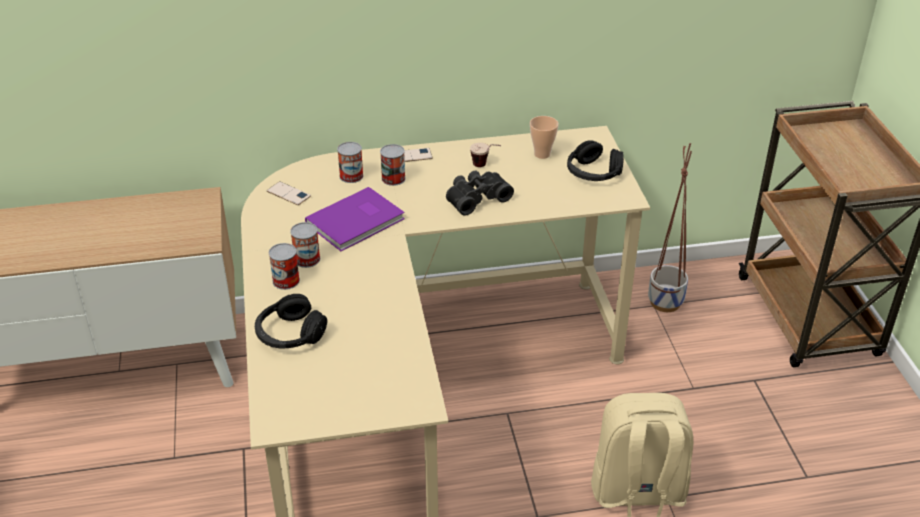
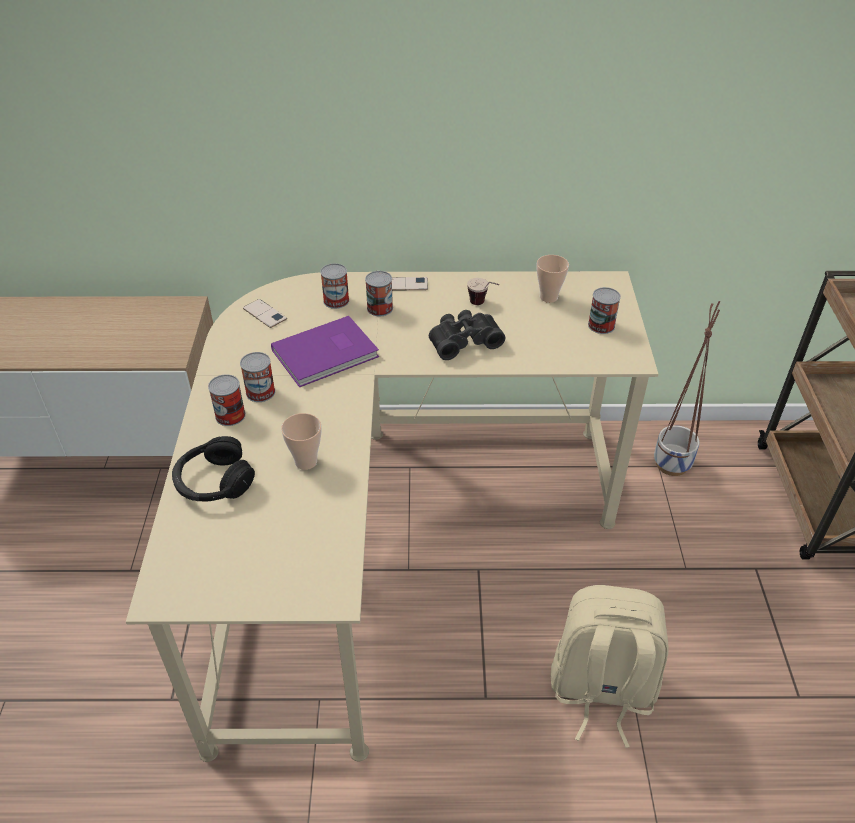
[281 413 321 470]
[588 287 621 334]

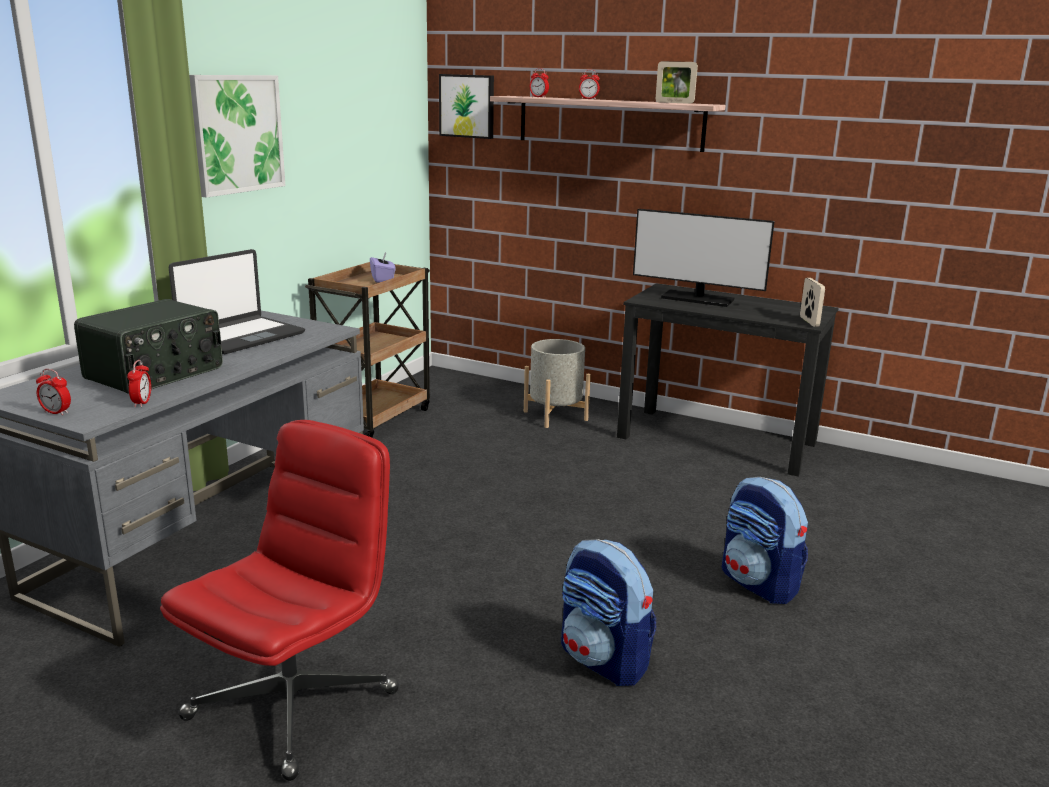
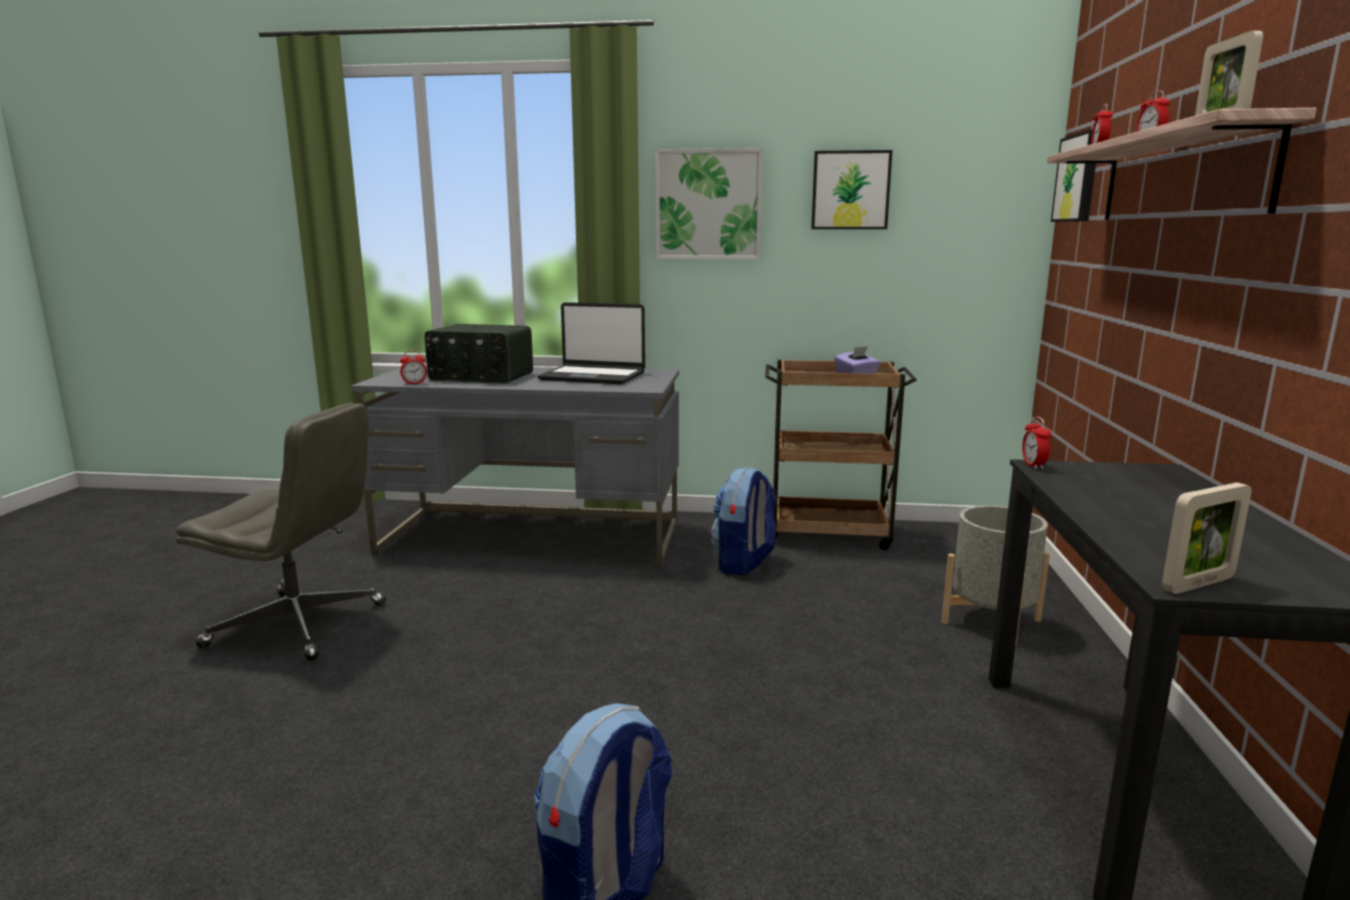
[633 209 775 307] (first image)
[811 150 892 229]
[1022 417 1051 469]
[711 466 776 575]
[176 403 386 660]

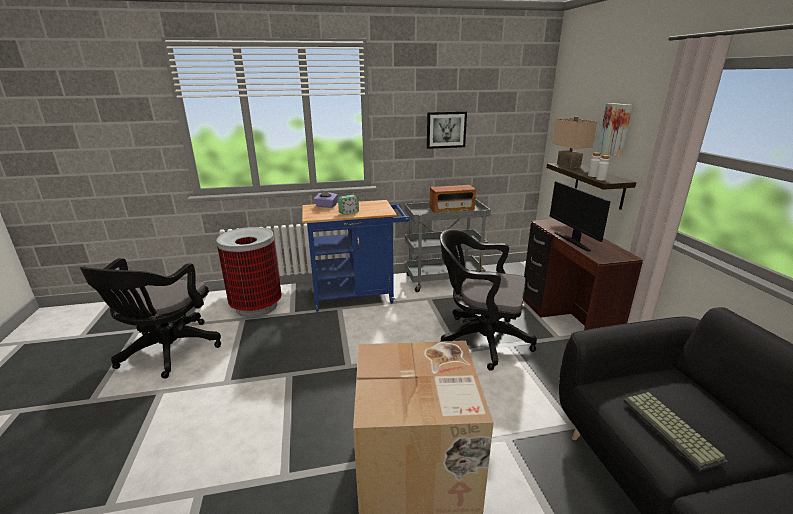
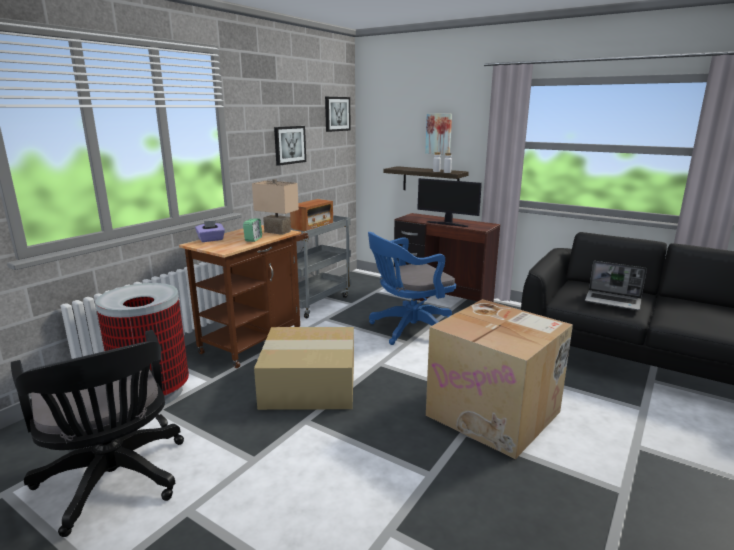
[254 327 354 410]
[325 97 351 132]
[252 179 299 235]
[585 261 647 310]
[179 225 309 368]
[368 232 456 345]

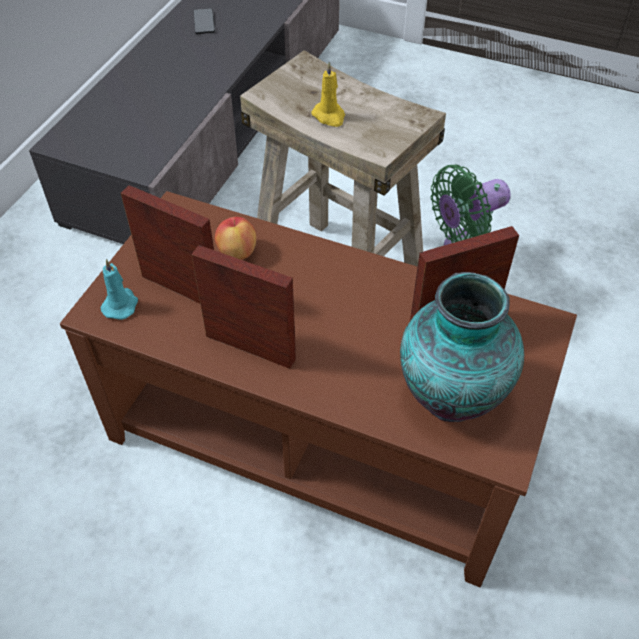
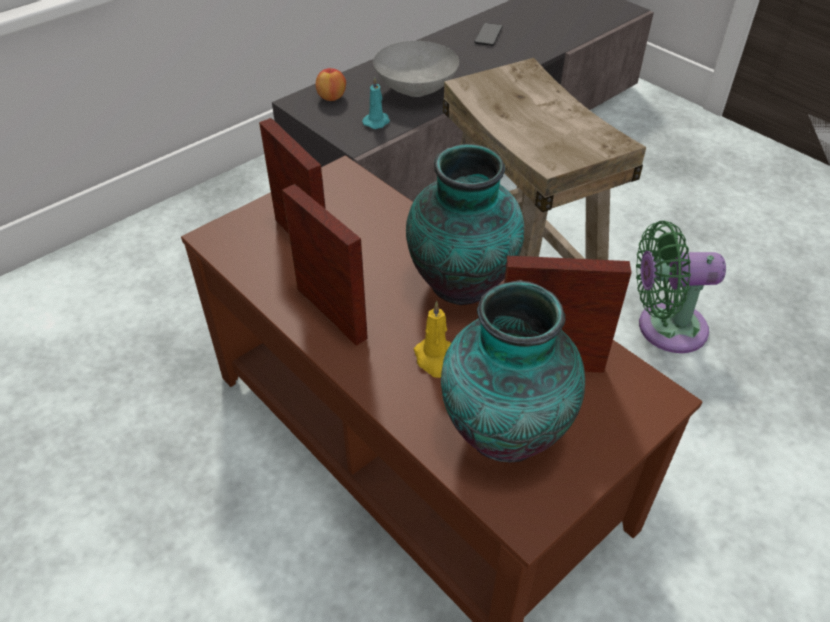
[373 41 459 97]
[406 144 524 305]
[362 77 390 129]
[316 68 346 101]
[414 301 451 378]

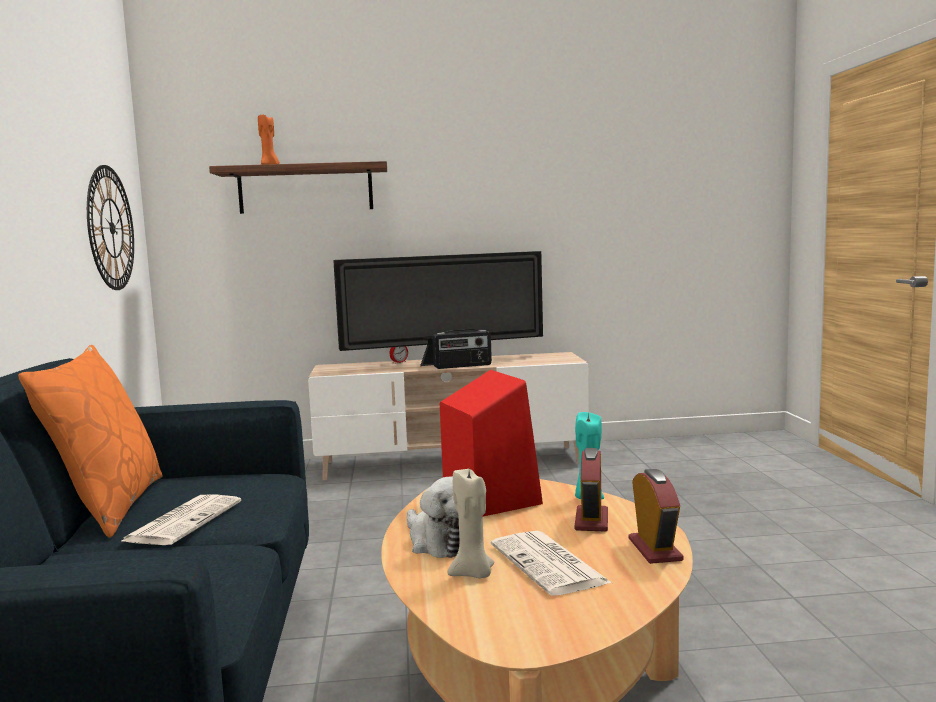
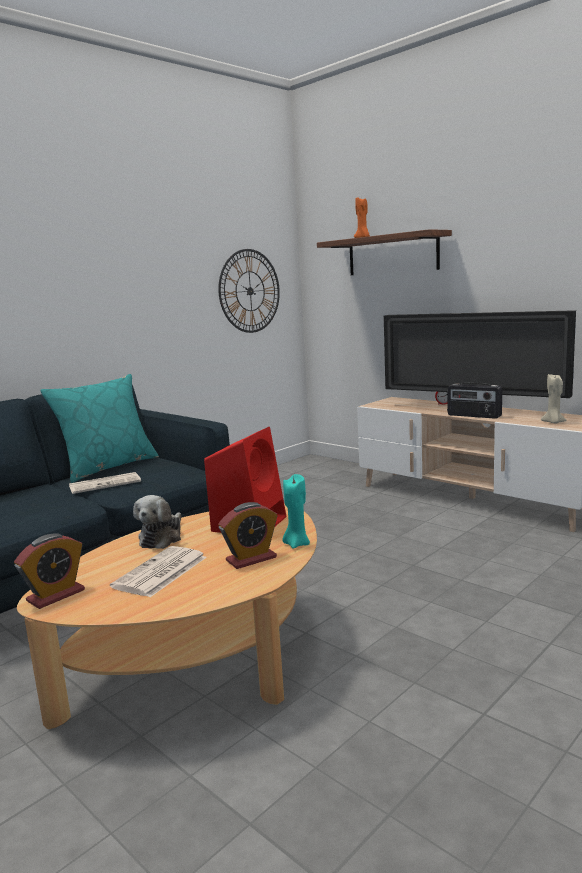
[541 373 566 424]
[14 533 85 609]
[40 374 159 483]

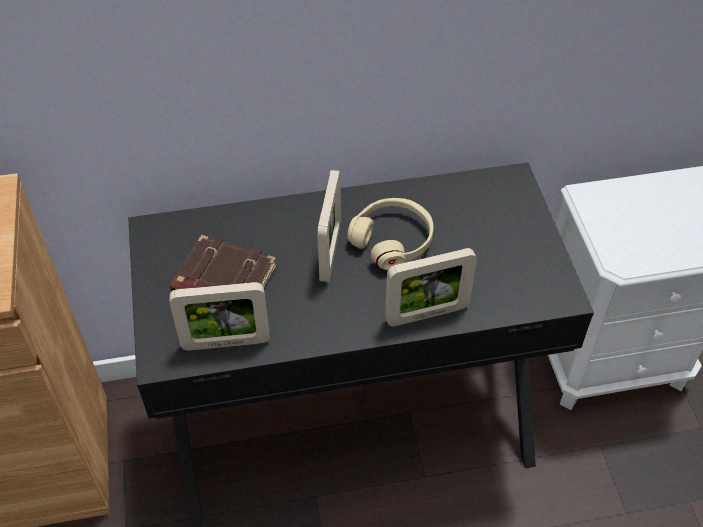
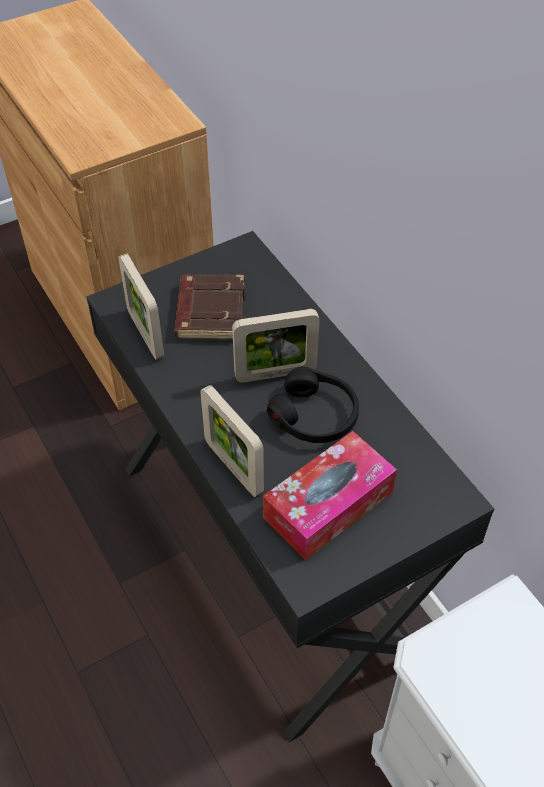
[263 431 397 561]
[267 367 359 443]

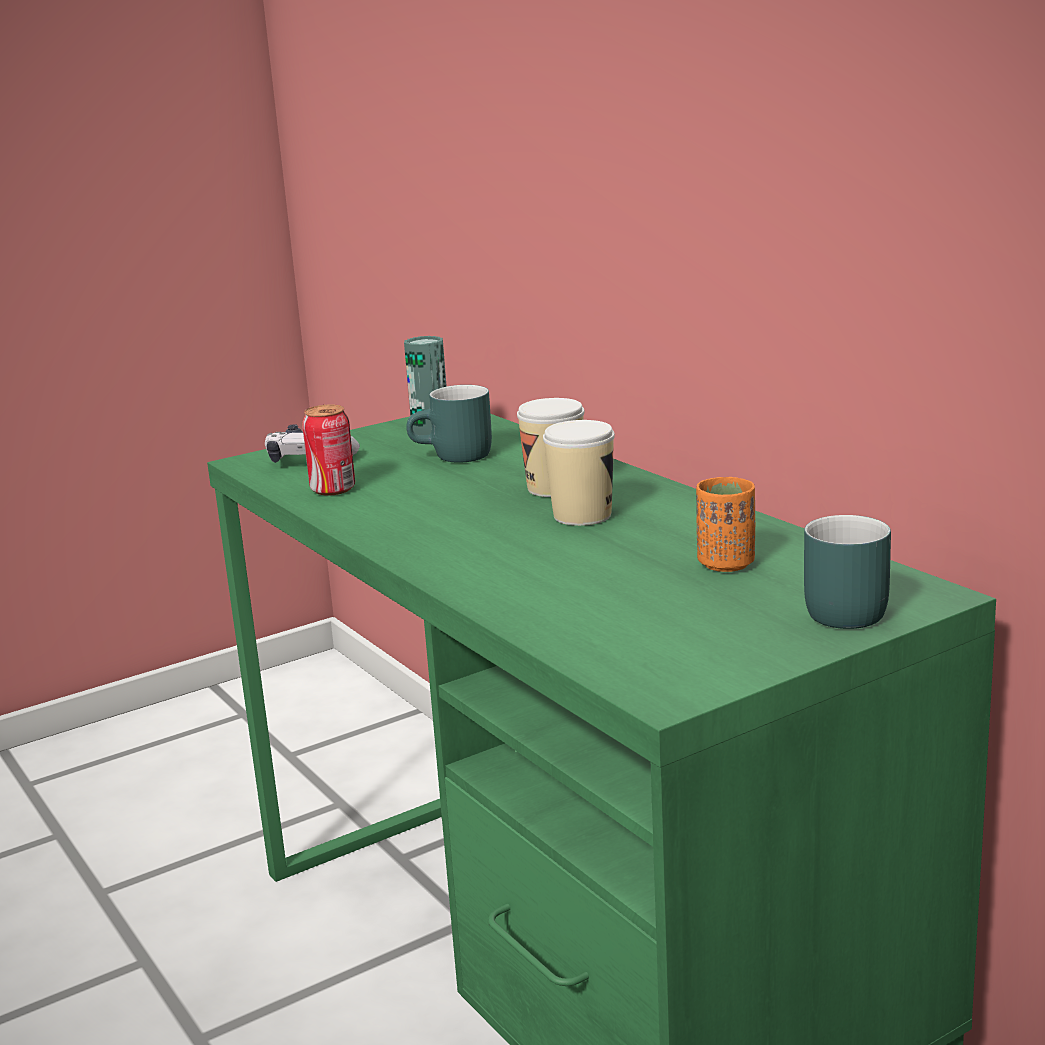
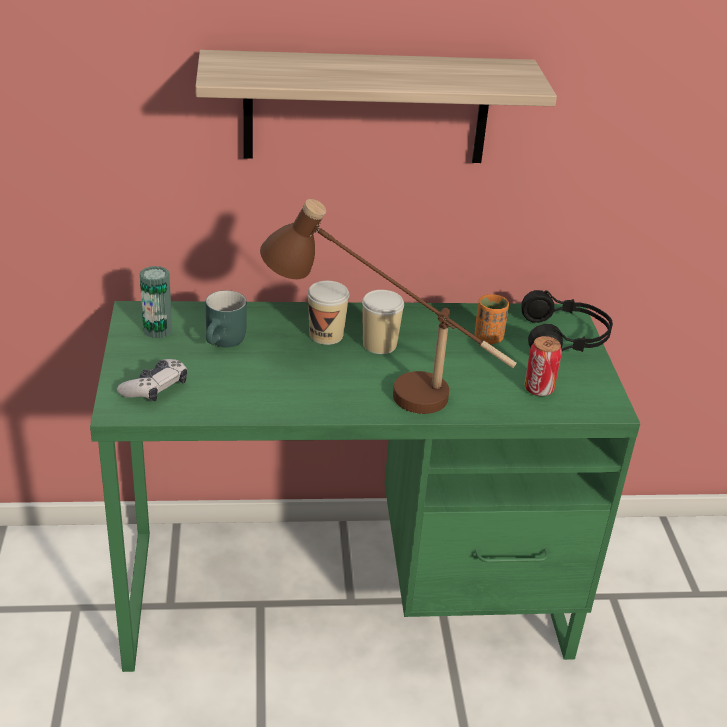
[195 50 557 163]
[260 199 517 414]
[524 336 562 396]
[521 290 613 352]

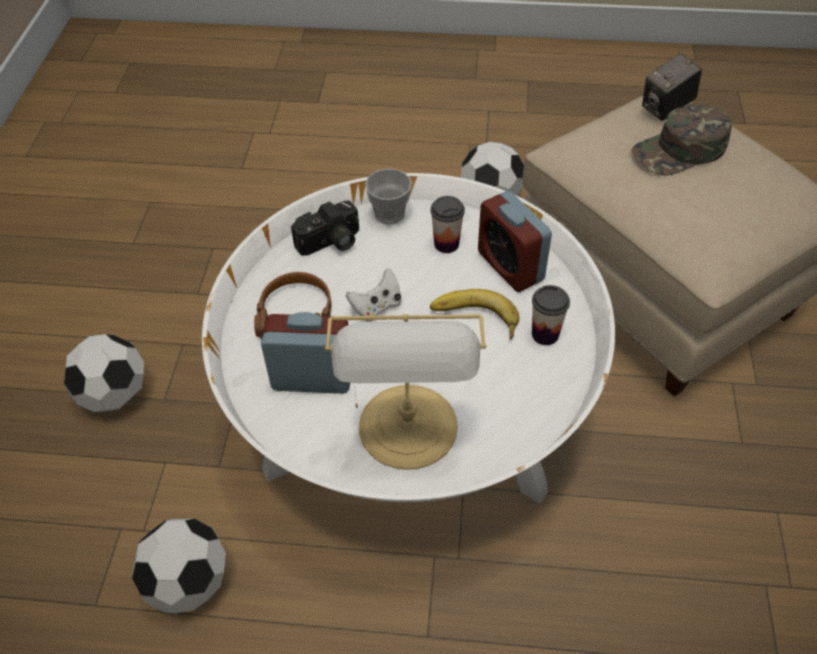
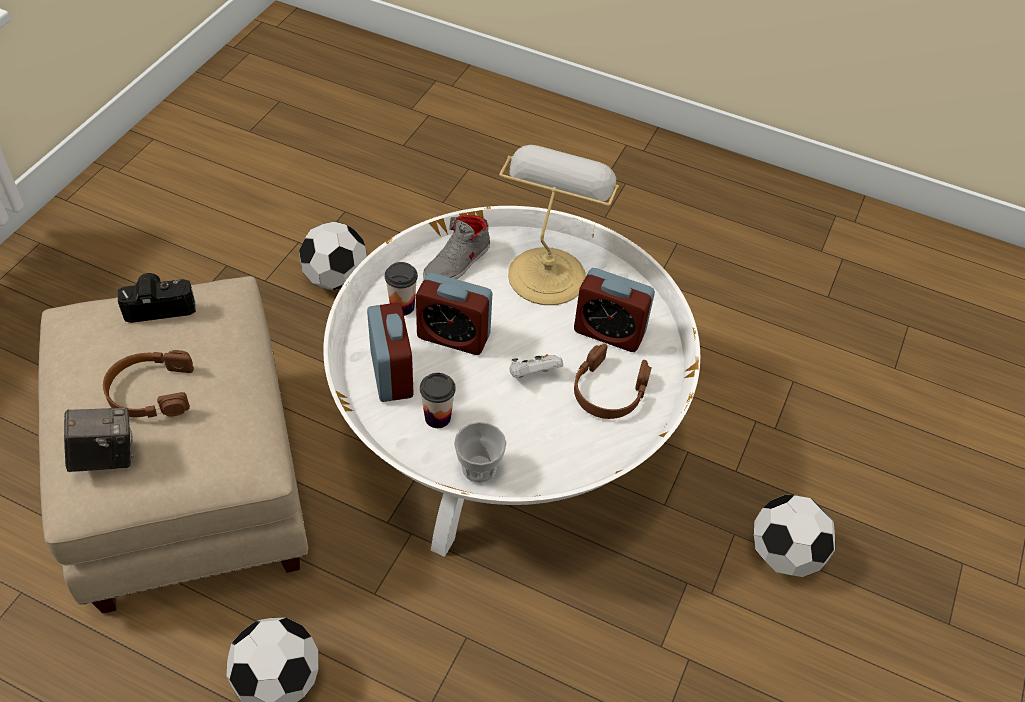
[423 215 490 279]
[299 221 367 290]
[118 273 196 323]
[416 273 492 355]
[103 350 194 418]

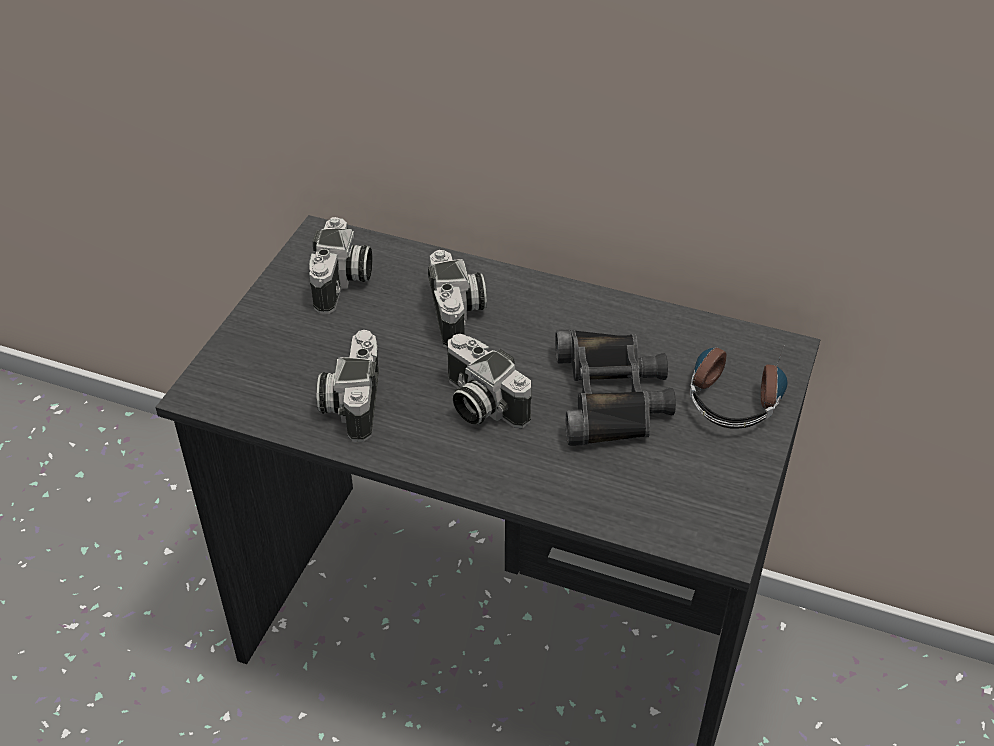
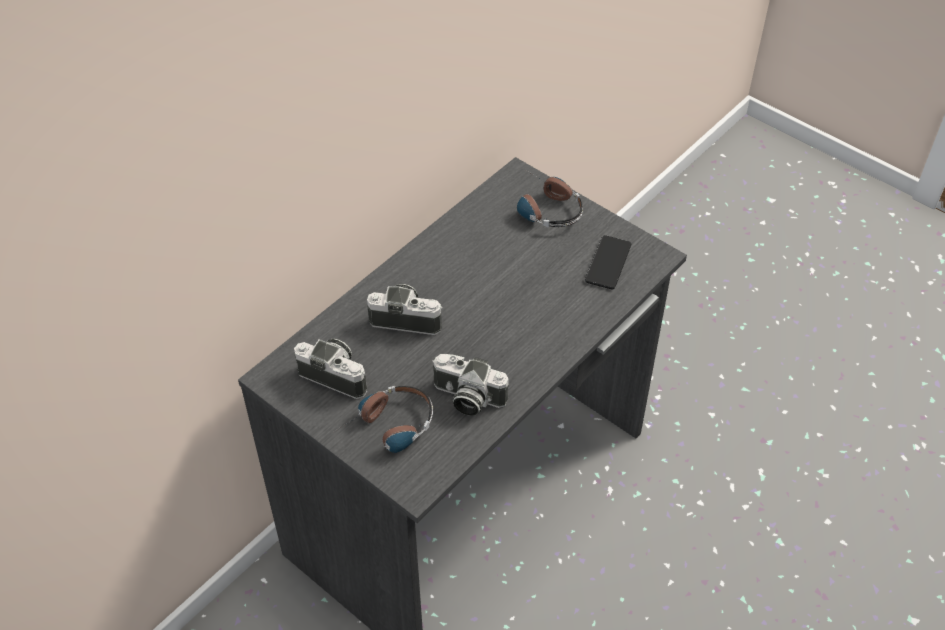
[447 334 532 428] (first image)
[555 329 676 446] (first image)
[332 386 433 453]
[585 235 631 289]

